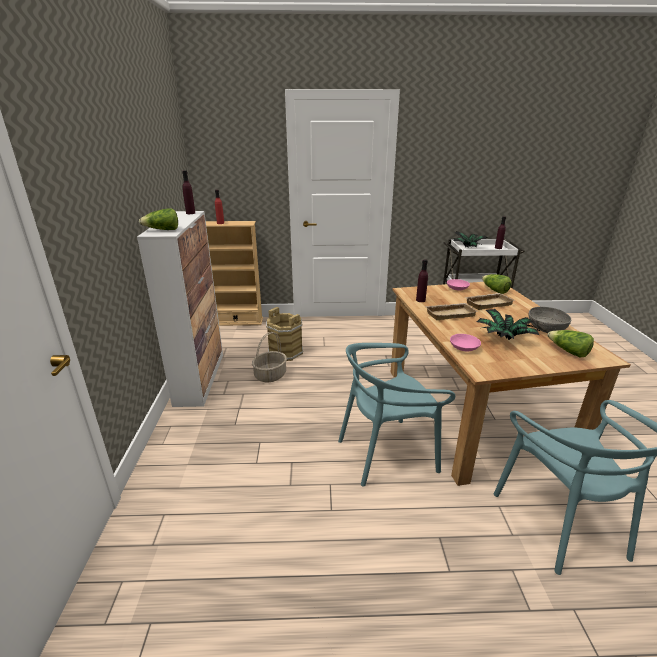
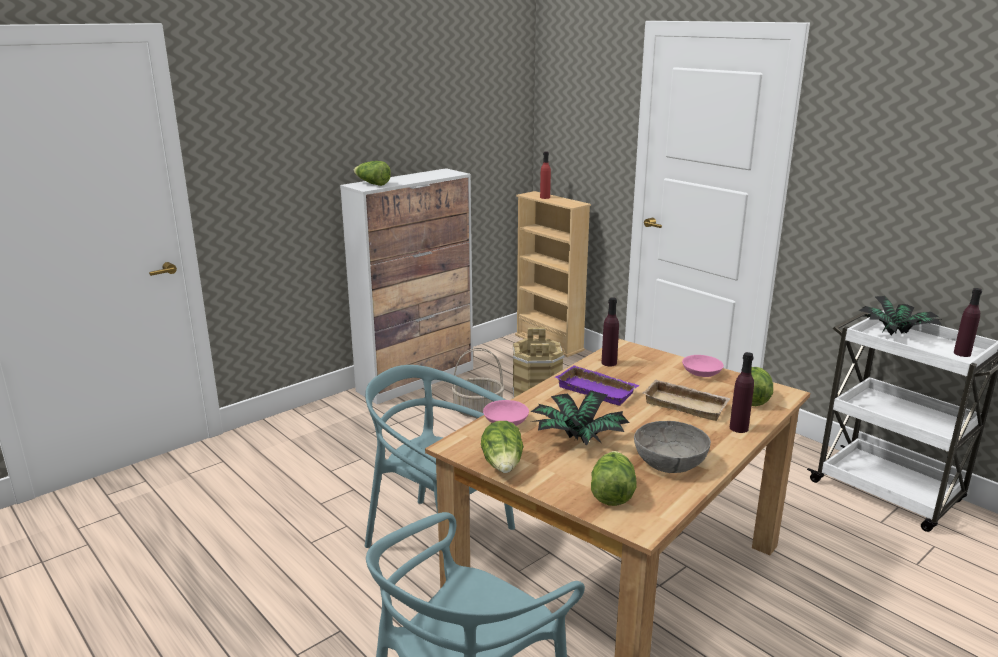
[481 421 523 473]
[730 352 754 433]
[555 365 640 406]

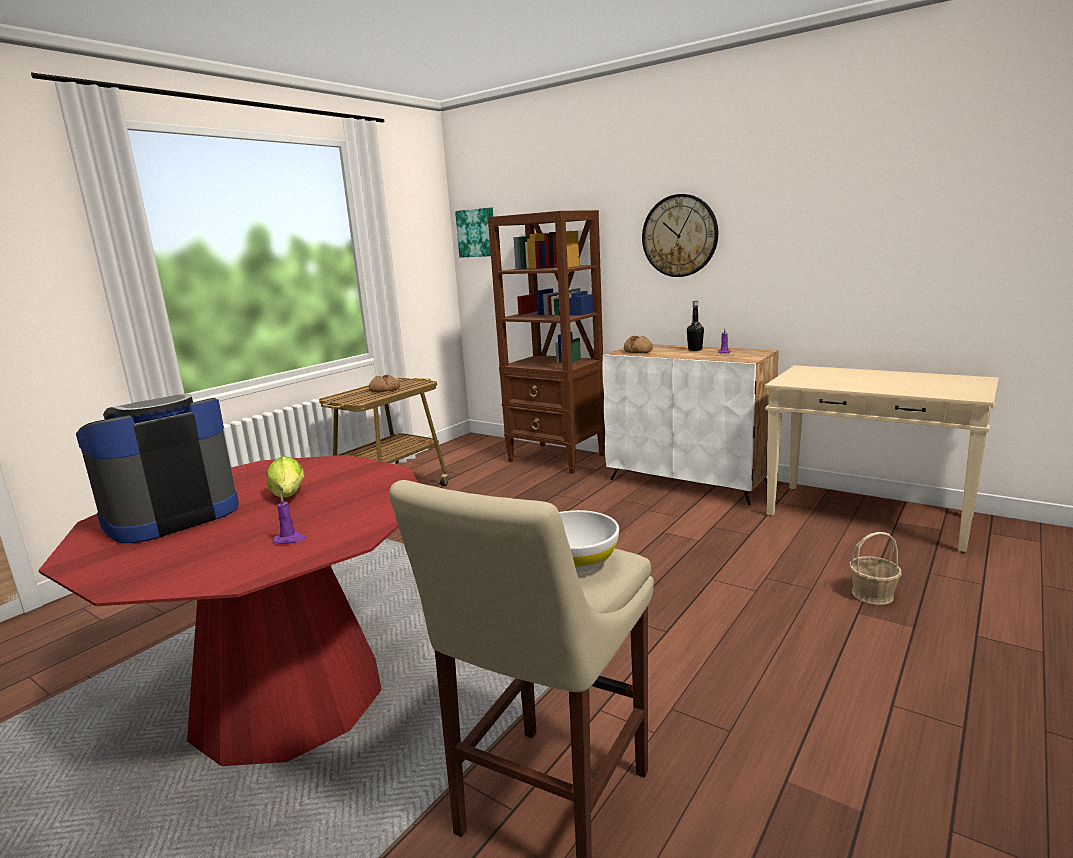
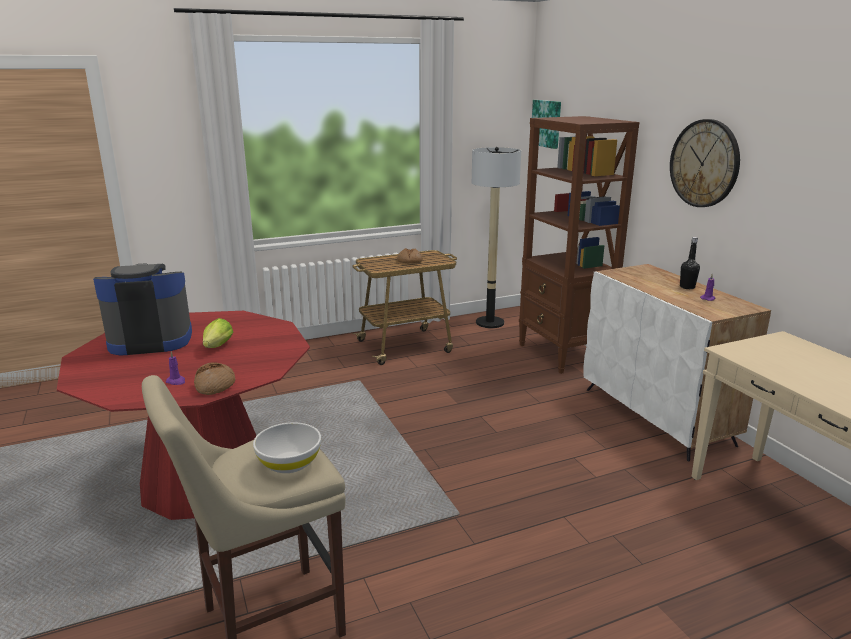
[849 532 901 605] (first image)
[472 147 521 328]
[194 362 236 395]

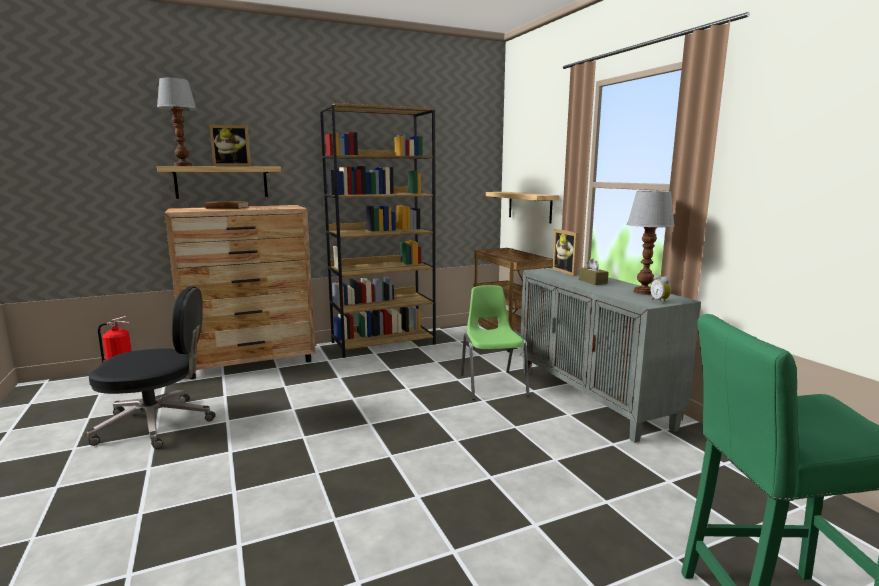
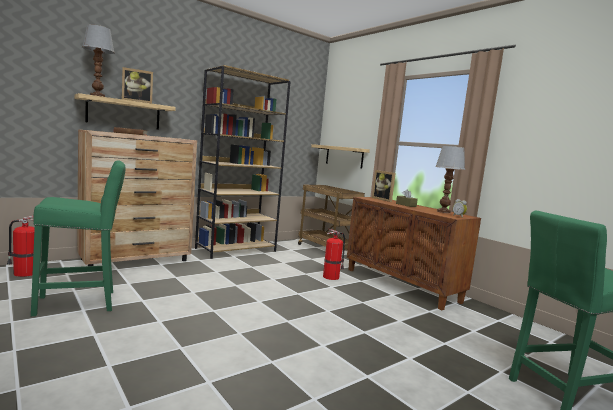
[31 160 126 316]
[323 229 345 280]
[347 197 481 310]

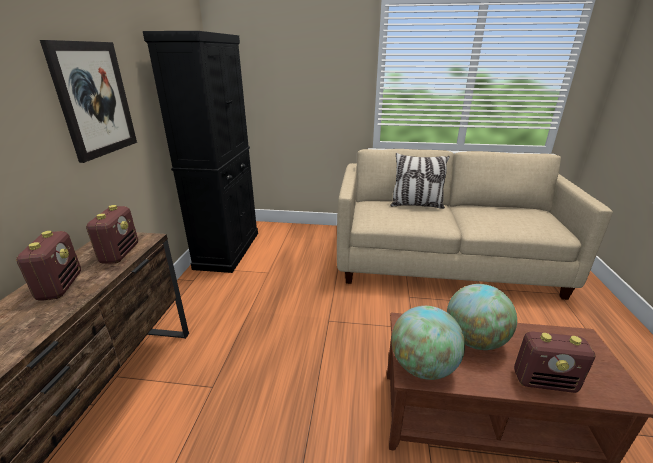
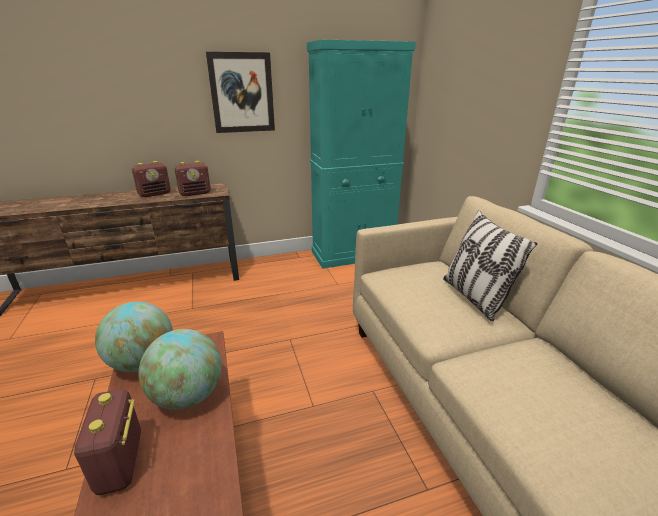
[307 39 416 269]

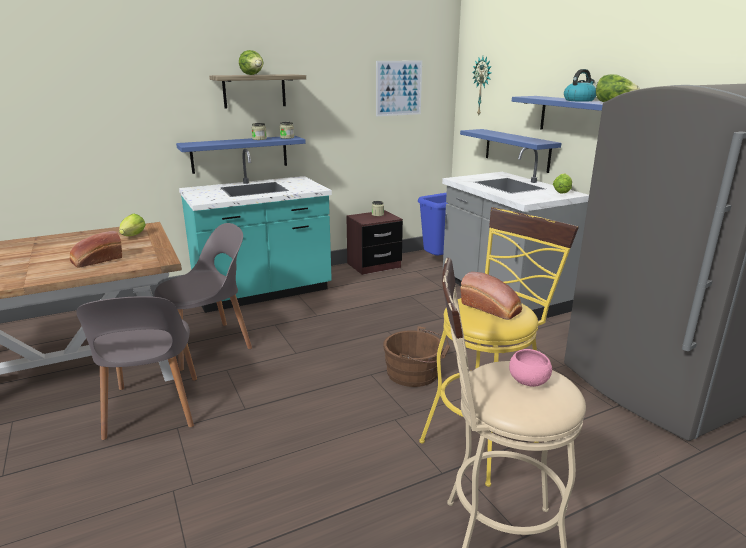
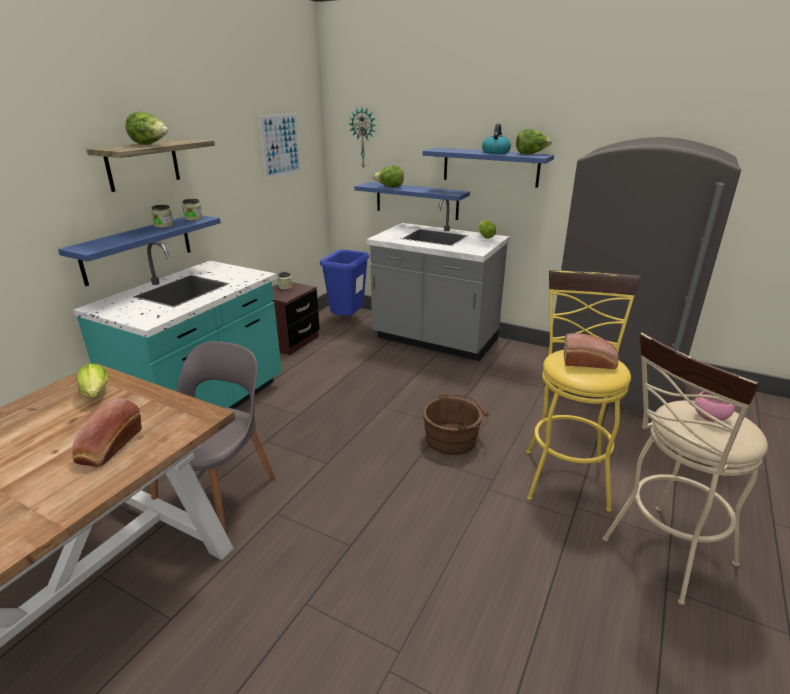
[76 296 197 440] (first image)
[373 166 404 187]

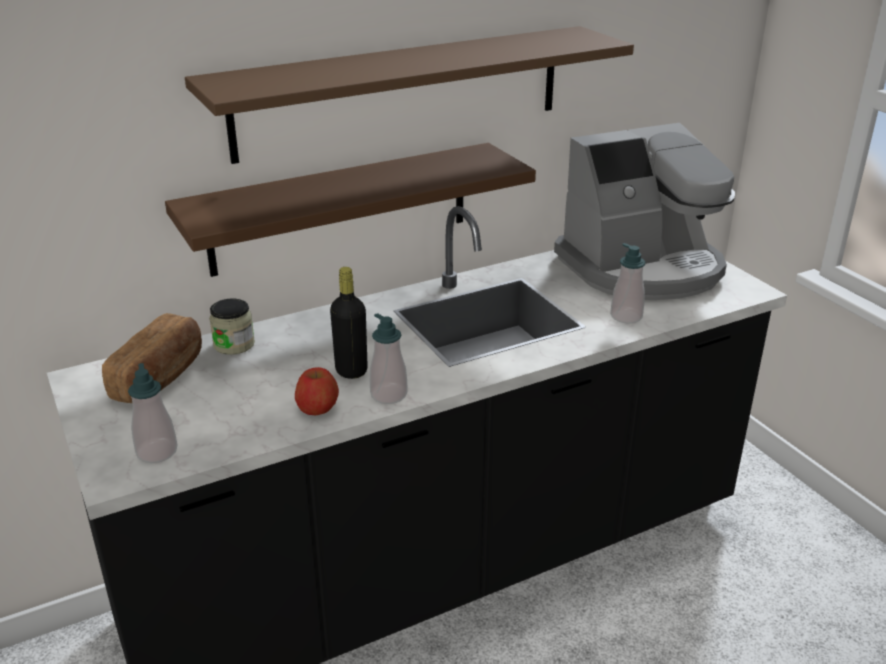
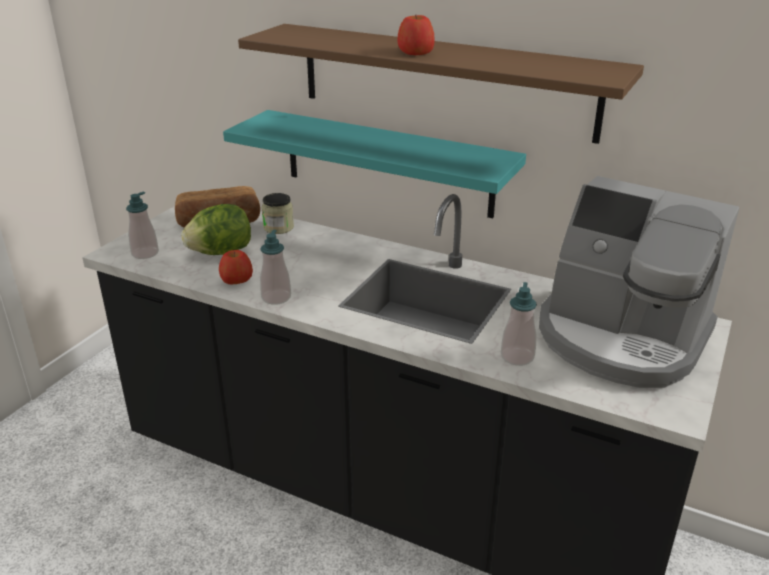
[330 267 368 379] (first image)
[181 204 251 255]
[398 15 435 55]
[223 110 526 218]

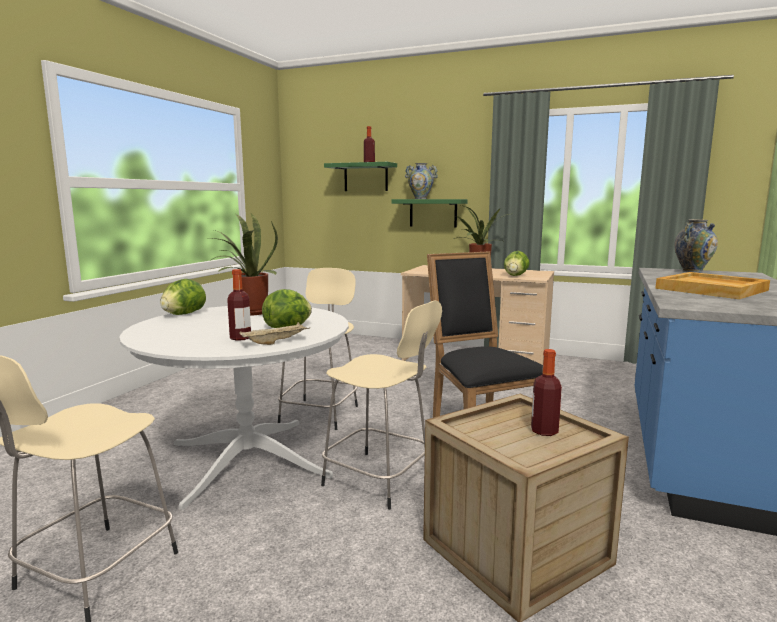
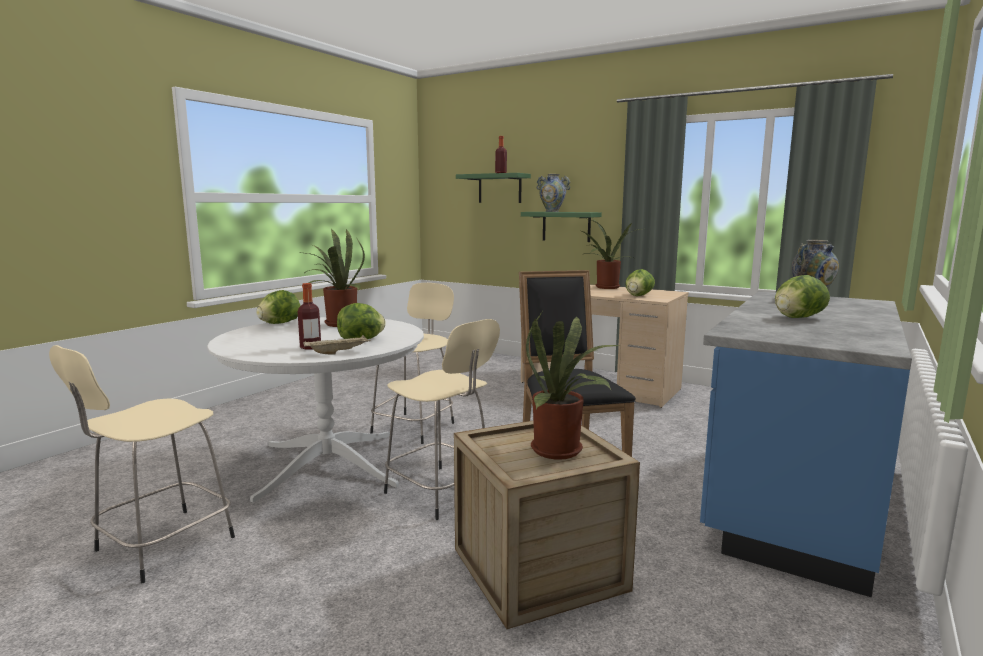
[526 311 623 460]
[775 275 830 318]

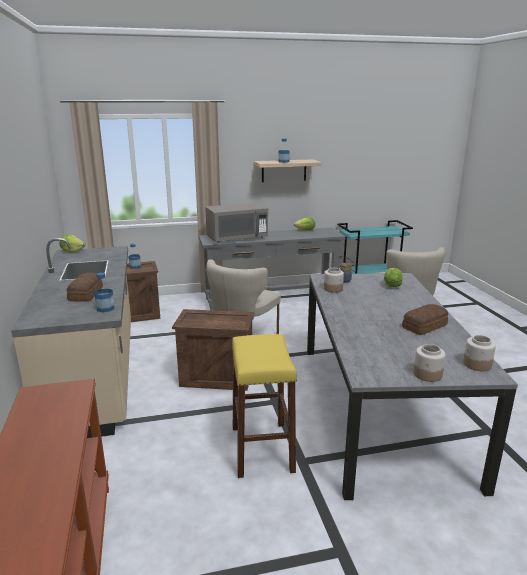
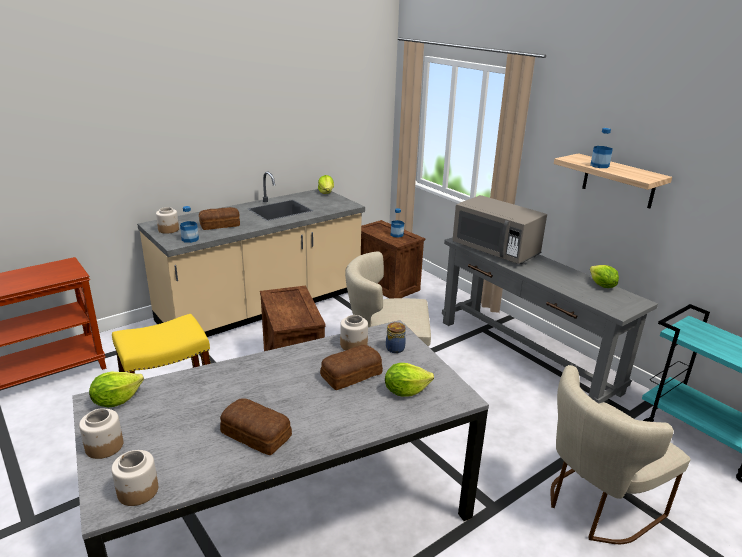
[89 372 144 407]
[156 207 179 234]
[320 345 383 390]

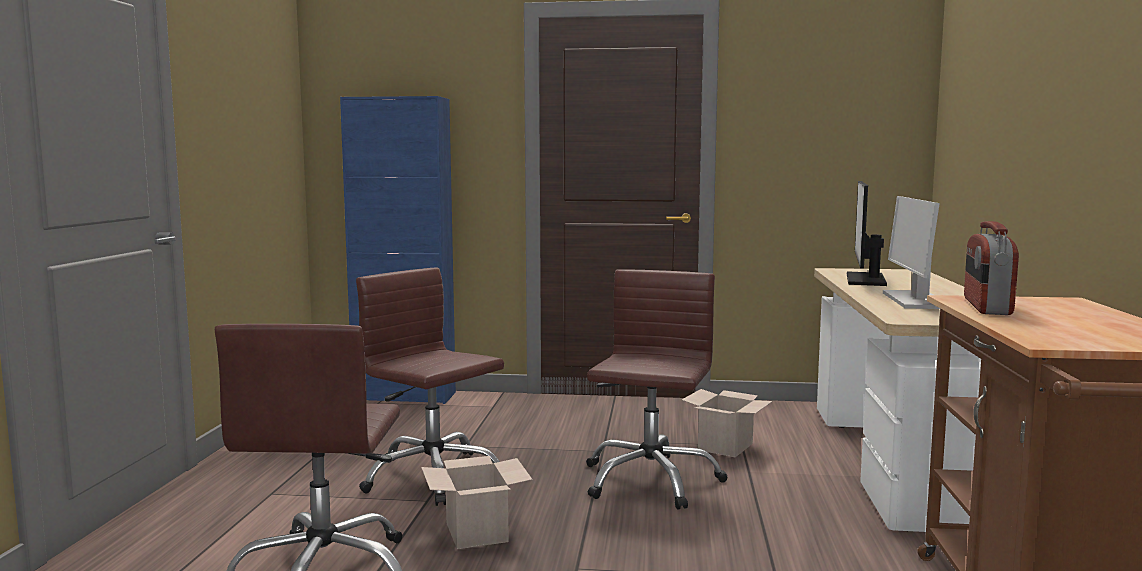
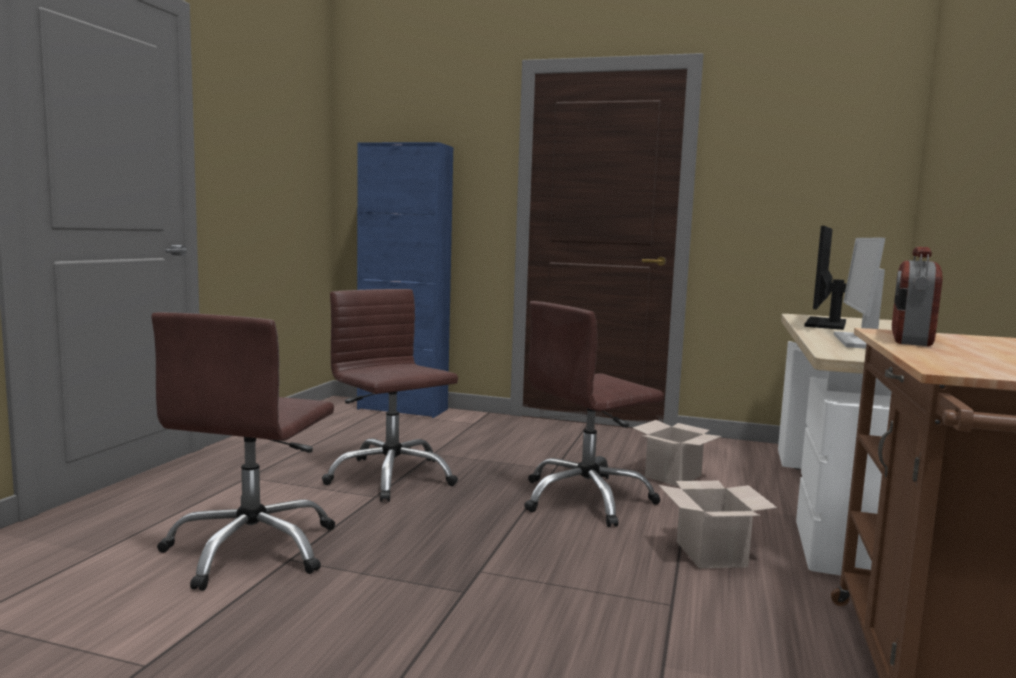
[659 481 777 569]
[524 301 664 527]

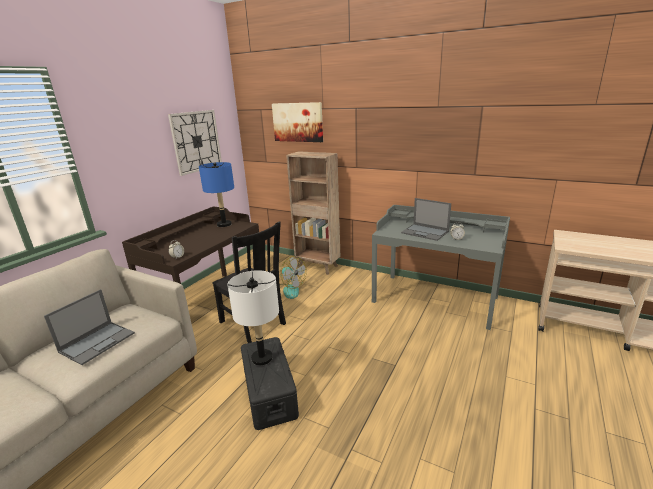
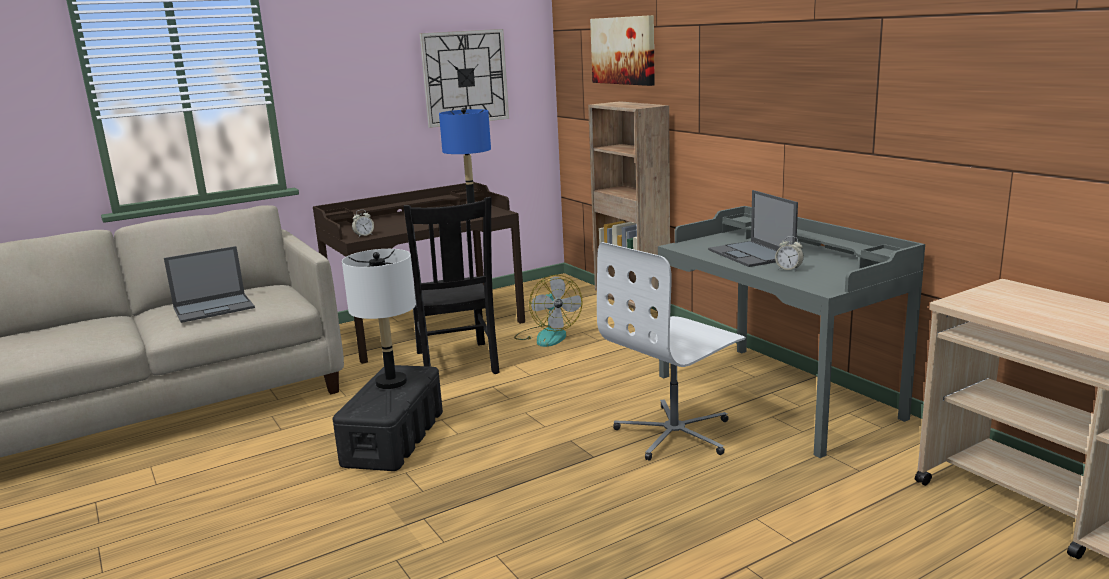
[597 242 746 461]

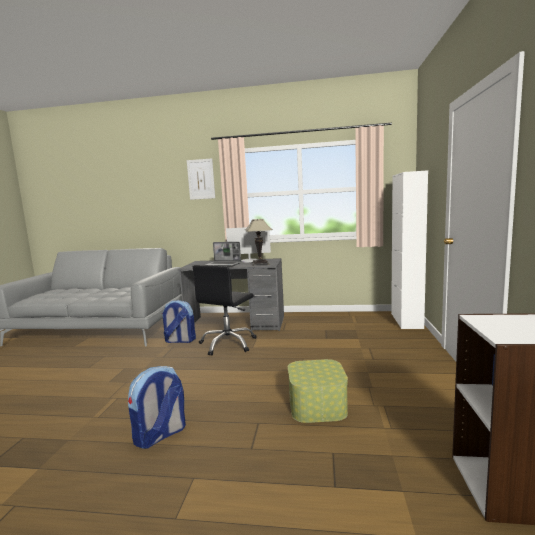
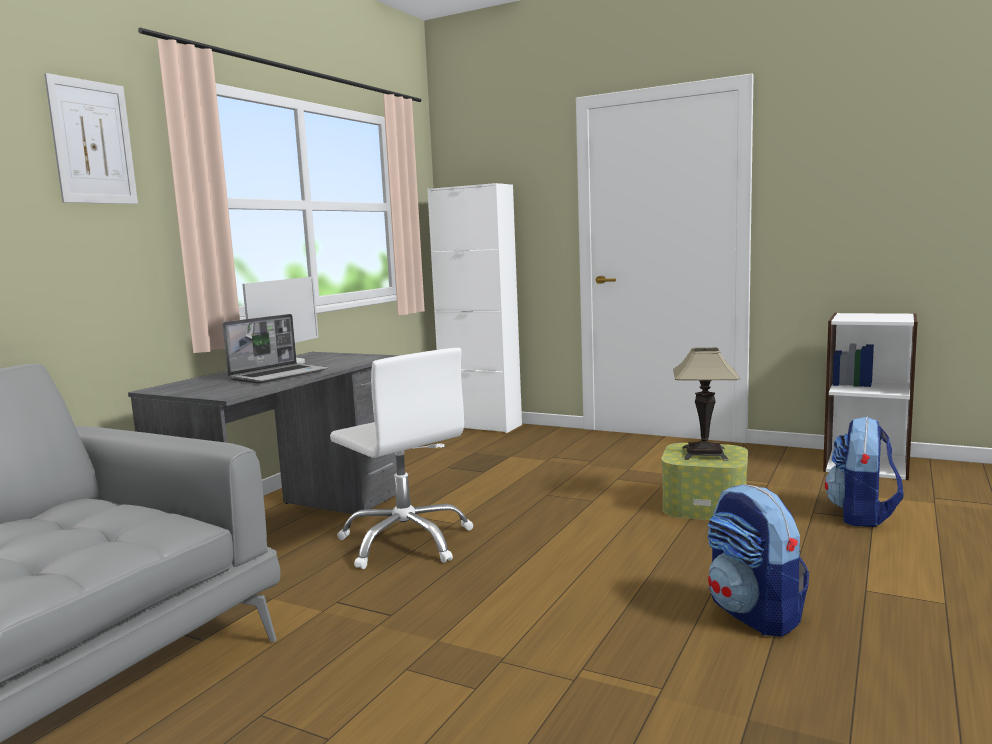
[825 416 903 527]
[673 347 740 460]
[330 348 473 569]

